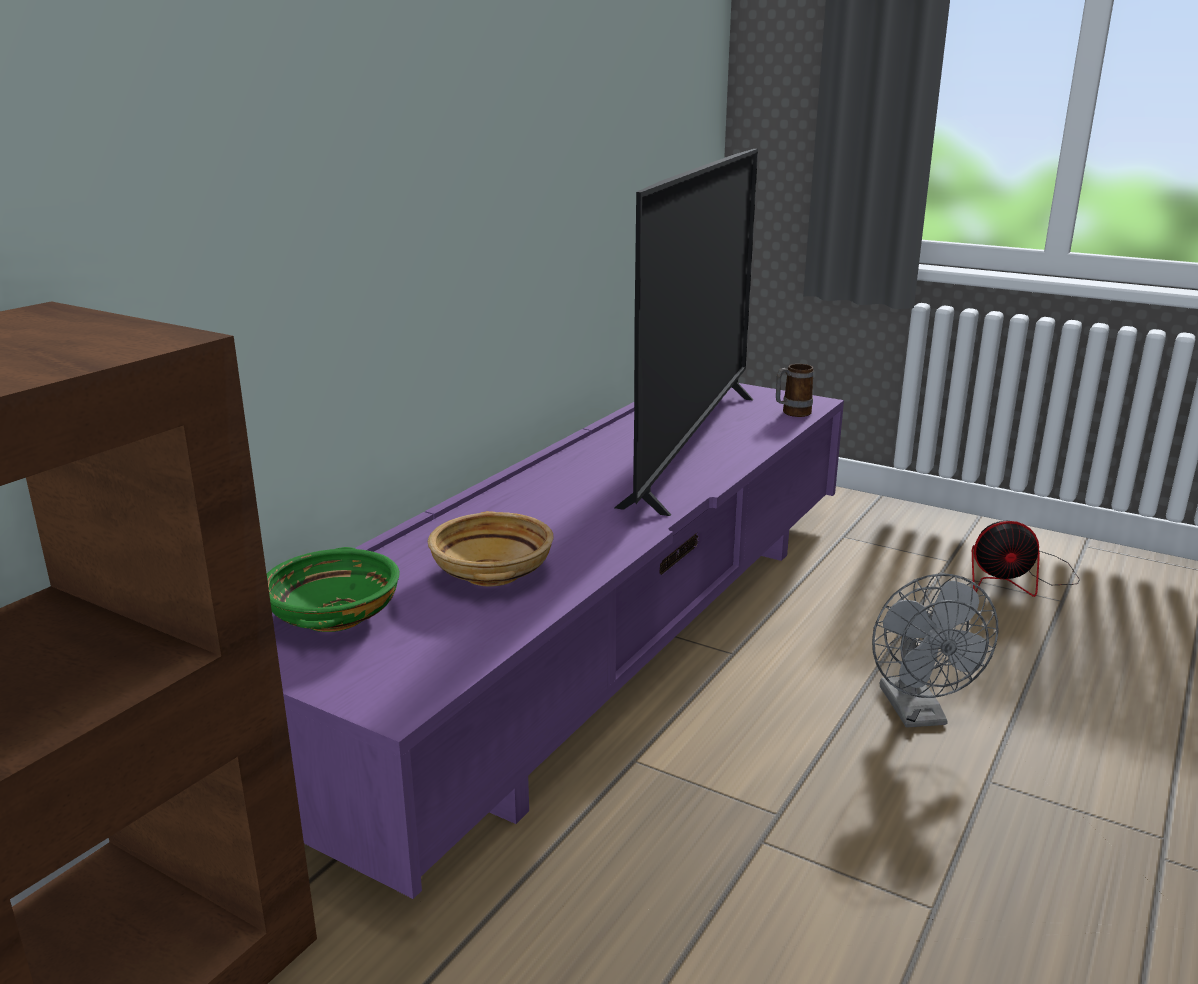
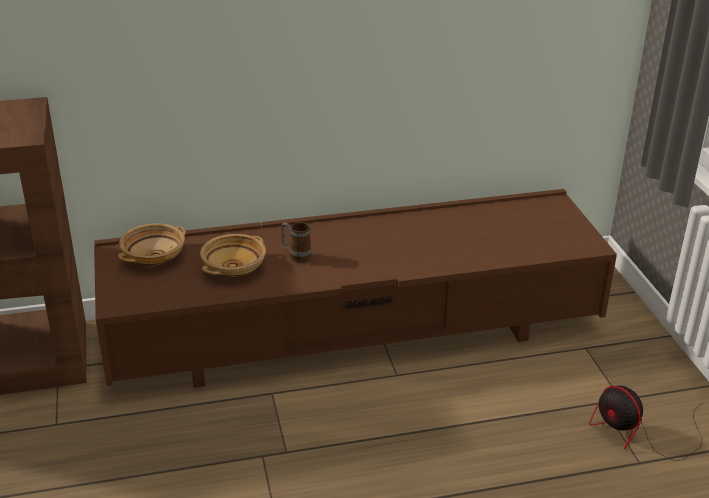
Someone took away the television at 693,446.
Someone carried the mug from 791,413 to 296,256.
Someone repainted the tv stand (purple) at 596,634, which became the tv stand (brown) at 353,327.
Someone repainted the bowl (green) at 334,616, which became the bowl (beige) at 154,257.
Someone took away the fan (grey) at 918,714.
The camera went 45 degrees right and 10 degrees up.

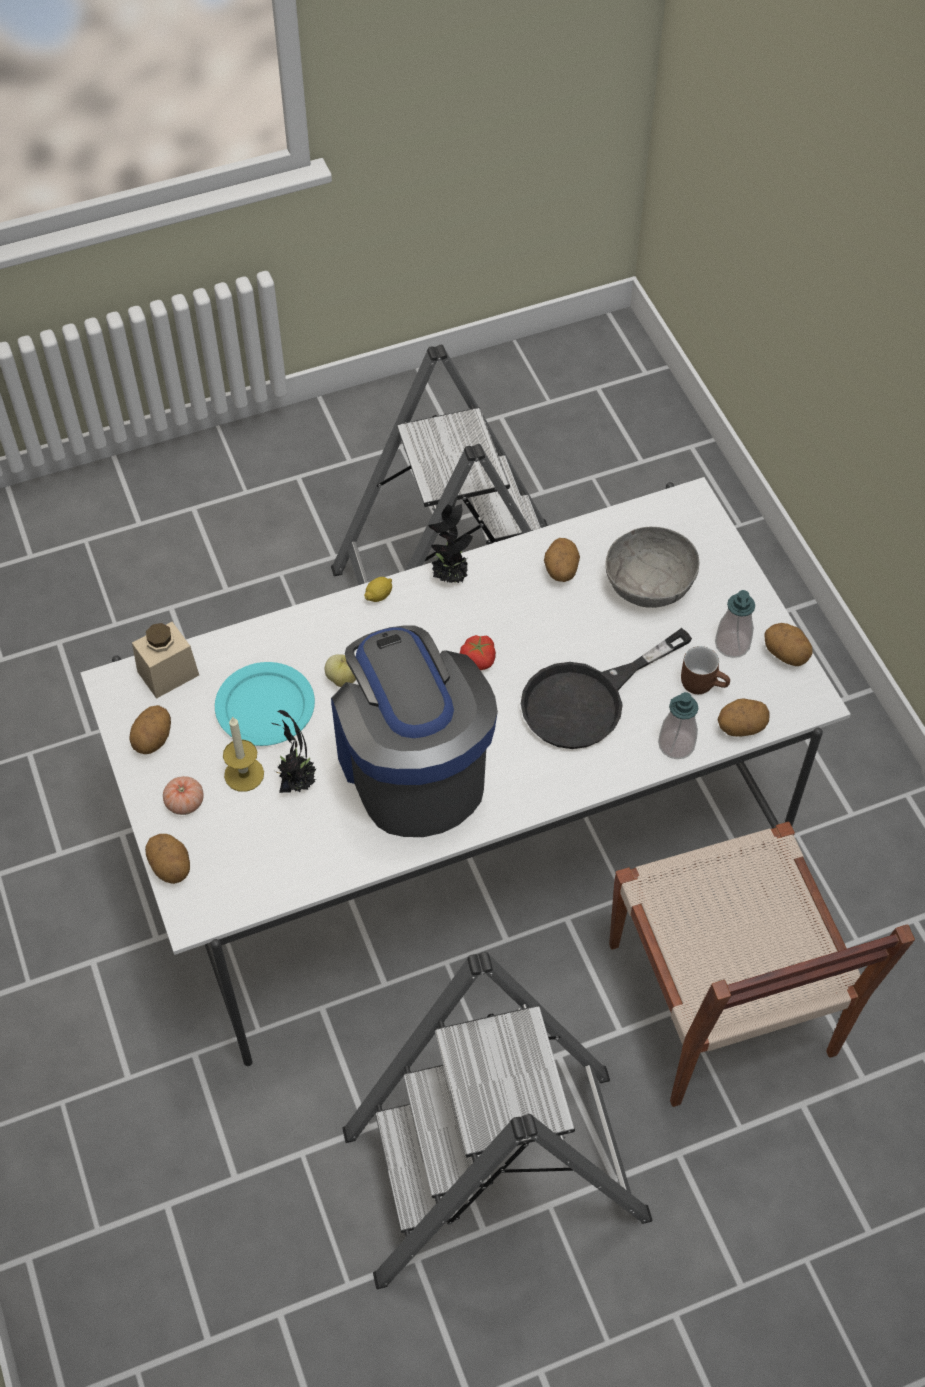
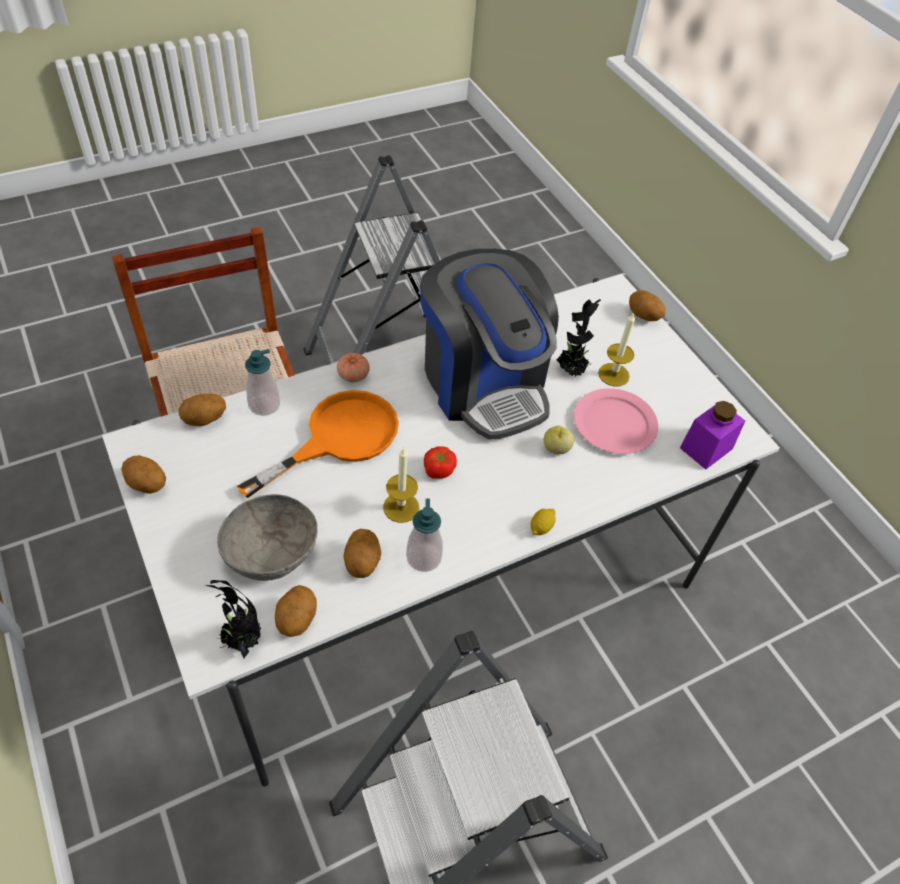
Someone carried the potted plant from 451,577 to 240,640.
Someone carried the soap dispenser from 732,644 to 424,557.
Someone repainted the jar (beige) at 168,673, which became the jar (purple) at 706,448.
Someone repainted the frying pan (black) at 587,700, which became the frying pan (orange) at 339,438.
Someone took away the mug (brown) at 703,682.
Someone repainted the plate (turquoise) at 265,706, which became the plate (pink) at 615,424.
Someone carried the potato from 153,740 to 296,619.
Someone carried the tomato from 185,802 to 353,375.
Someone put down the candle at 401,507.
The camera went 170 degrees right and 5 degrees down.

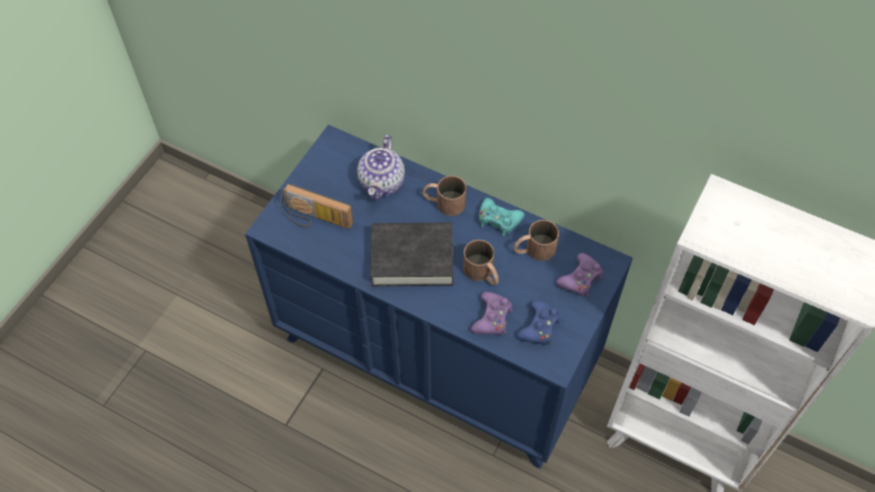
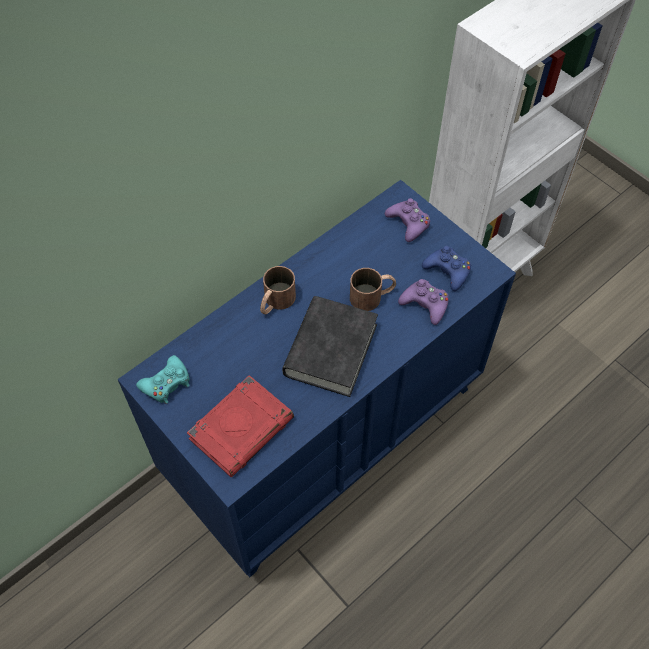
Someone took away the teapot at 382,183.
Someone swapped the radio at 315,219 for the book (red) at 242,428.
Someone carried the game controller (turquoise) from 498,220 to 166,383.
Someone took away the mug (brown) at 533,250.
The camera went 70 degrees left and 0 degrees up.

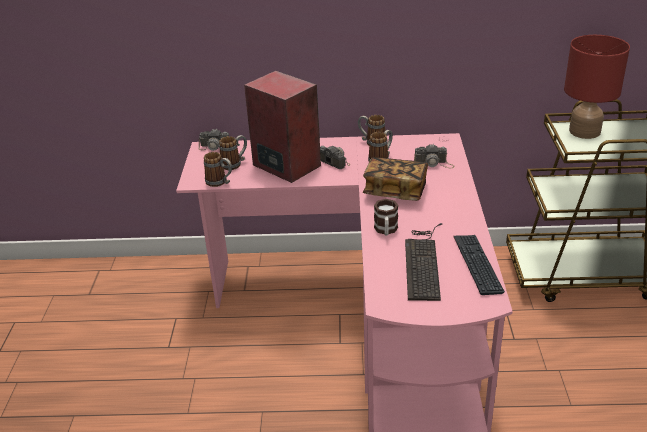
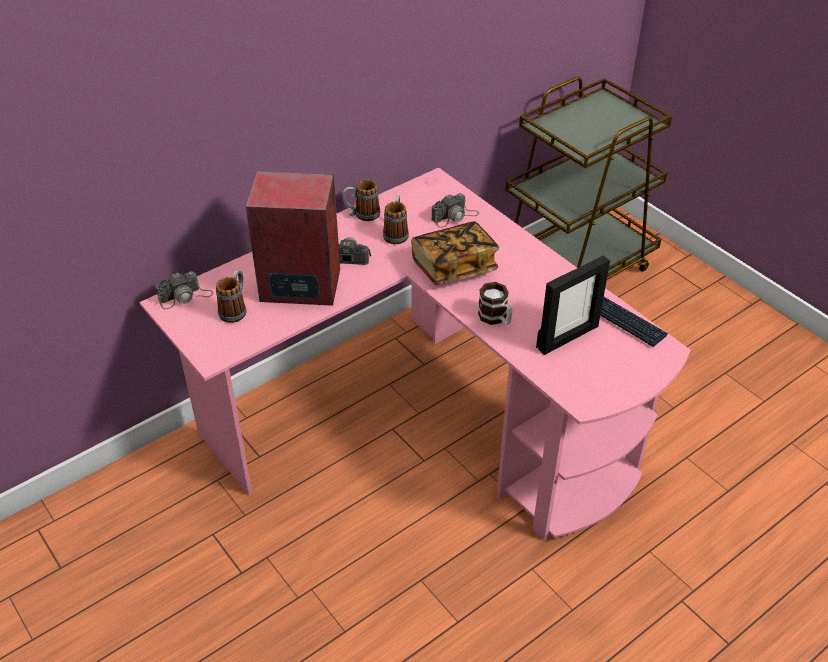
Someone took away the table lamp (red) at 585,131.
Someone took away the mug at 220,182.
Someone swapped the keyboard at 423,262 for the picture frame at 567,337.
The camera went 40 degrees left and 10 degrees up.

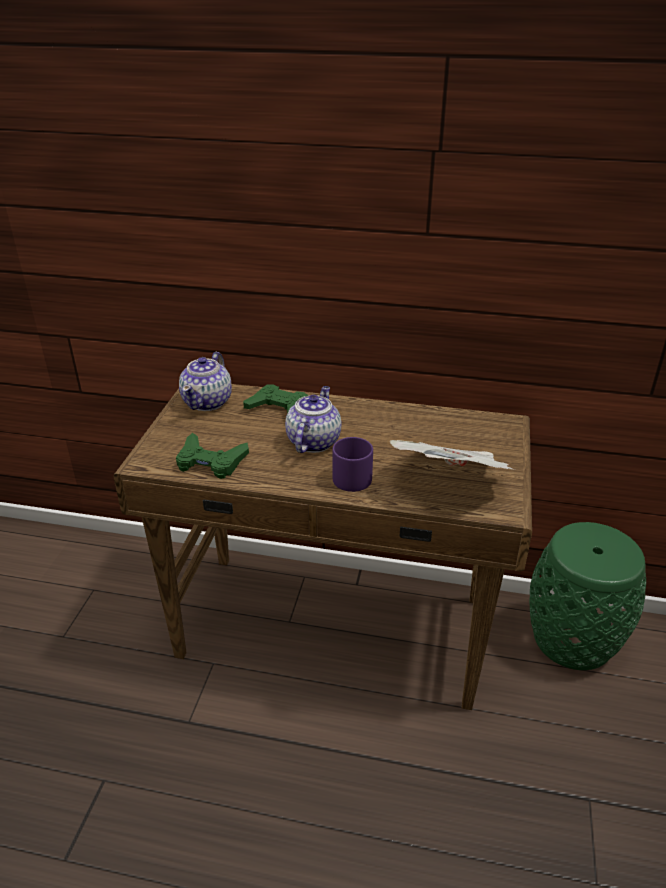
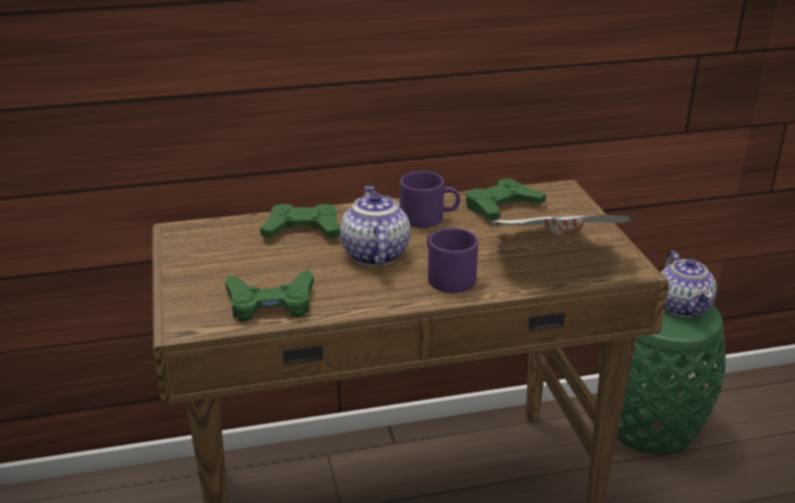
Someone carried the teapot from 208,402 to 683,306.
Someone put down the mug (purple) at 429,217.
Someone put down the game controller (green) at 502,206.
The camera went 25 degrees left and 5 degrees down.

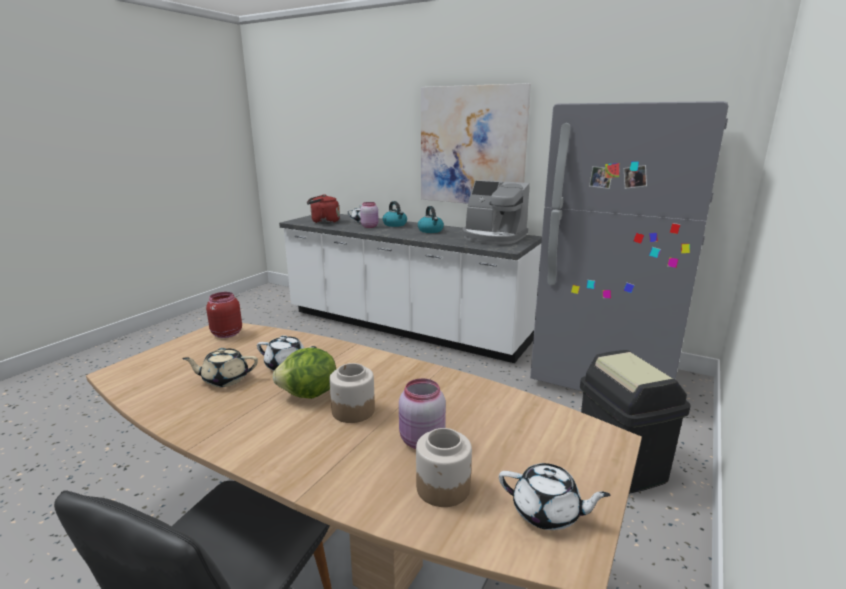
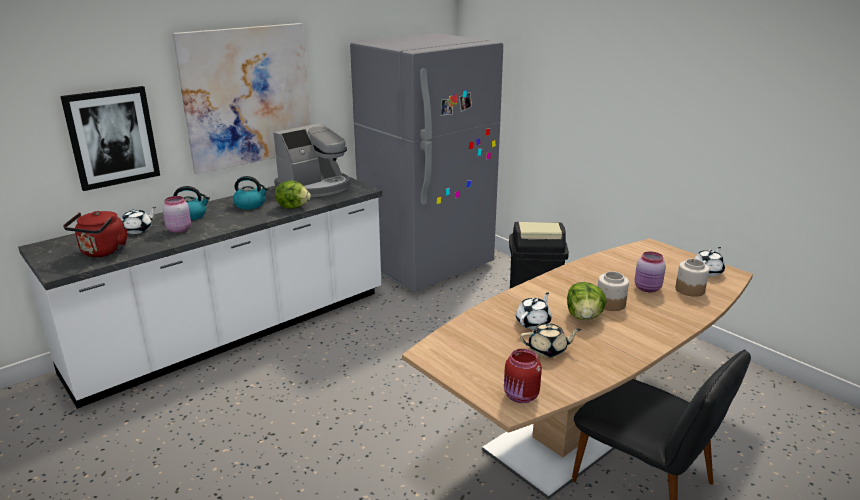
Someone carried the jar (red) from 226,334 to 521,396.
Someone rotated the teapot (beige) at 224,379 by 105 degrees counterclockwise.
Someone put up the picture at 112,137.
Someone put down the lettuce at 293,207.
The camera went 70 degrees left and 5 degrees up.

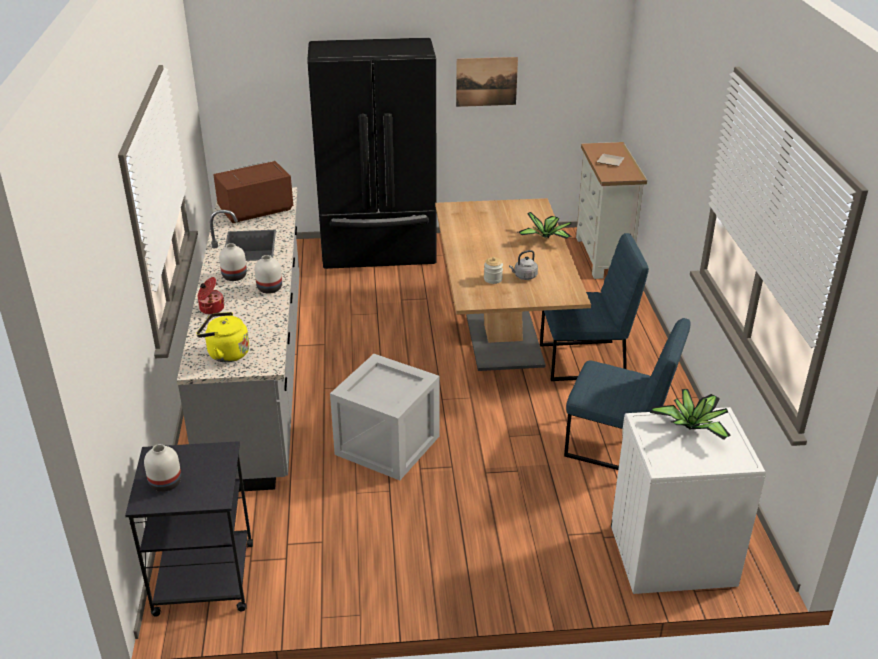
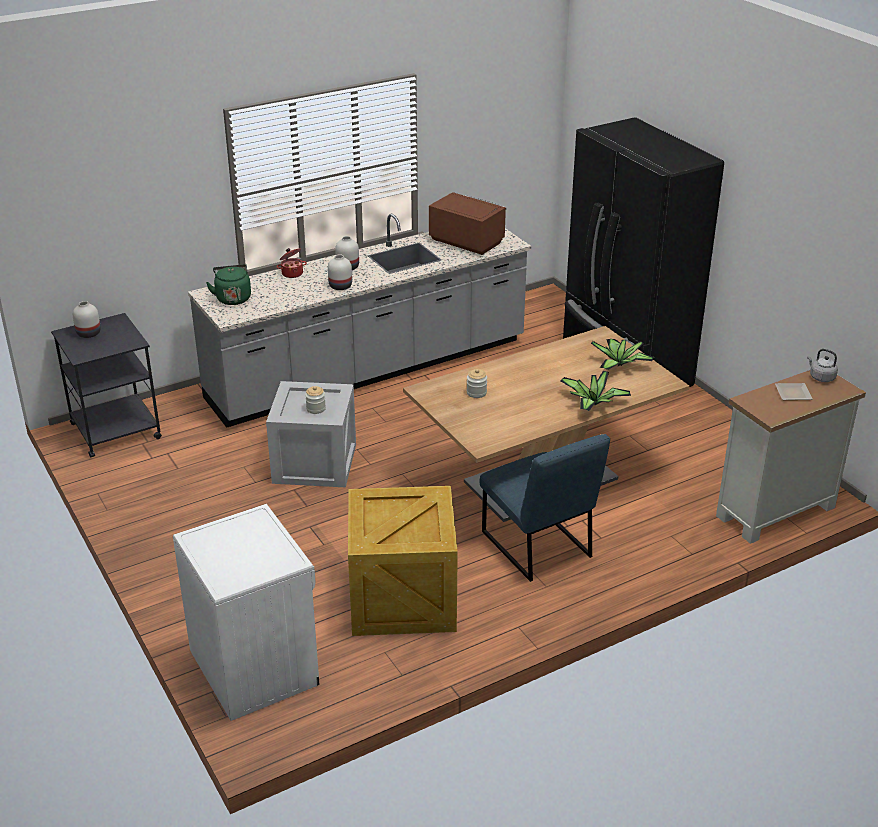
Someone took away the picture at 486,81.
Someone carried the kettle (grey) from 524,276 to 820,377.
Someone repainted the kettle (yellow) at 225,354, which became the kettle (green) at 233,298.
Someone swapped the chair (blue) at 617,446 for the crate at 401,599.
Someone carried the potted plant from 692,426 to 619,365.
Someone put down the jar at 316,409.
The camera went 65 degrees right and 0 degrees up.

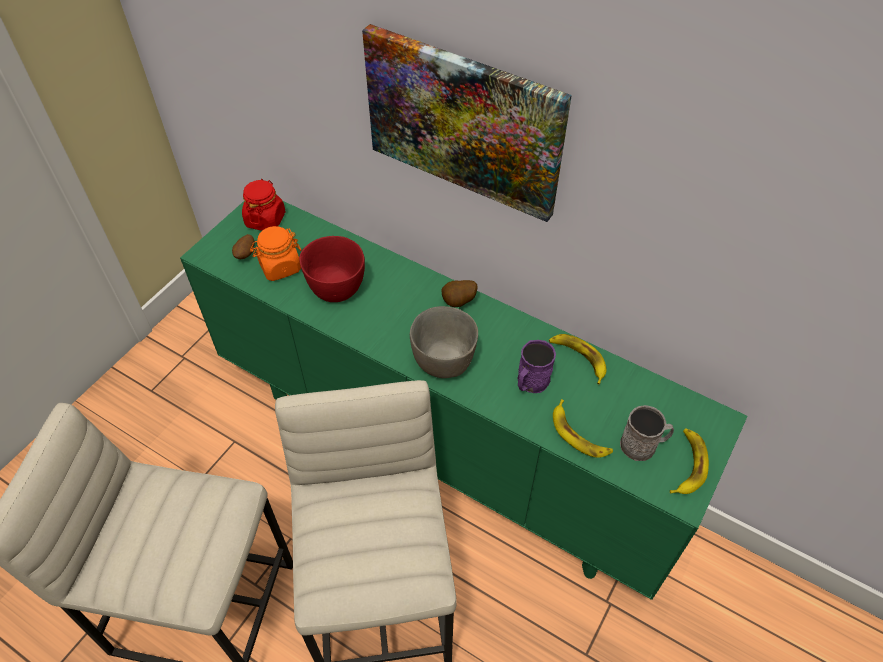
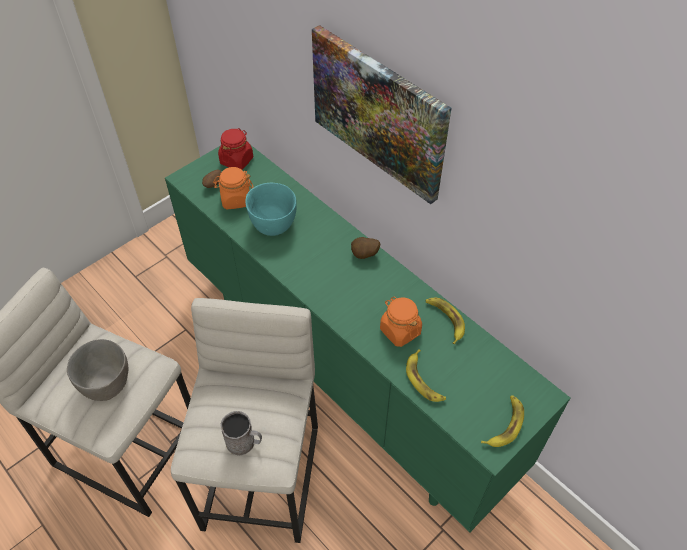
Someone repainted the bowl (red) at 336,288, which became the bowl (turquoise) at 273,225.
Someone carried the bowl (grey) from 444,359 to 107,382.
Someone swapped the mug (purple) at 530,382 for the jar (orange) at 400,331.
Someone carried the mug (grey) from 643,445 to 244,442.
The camera went 15 degrees right and 0 degrees up.

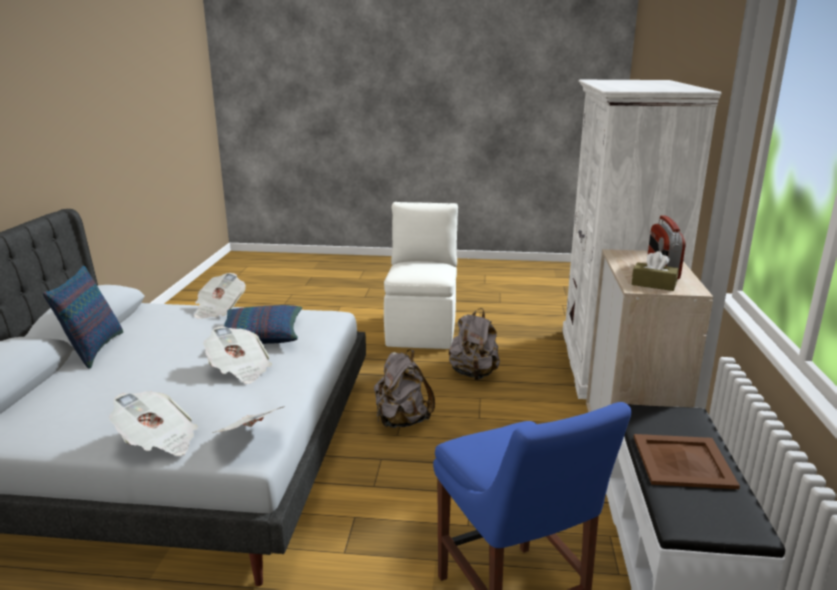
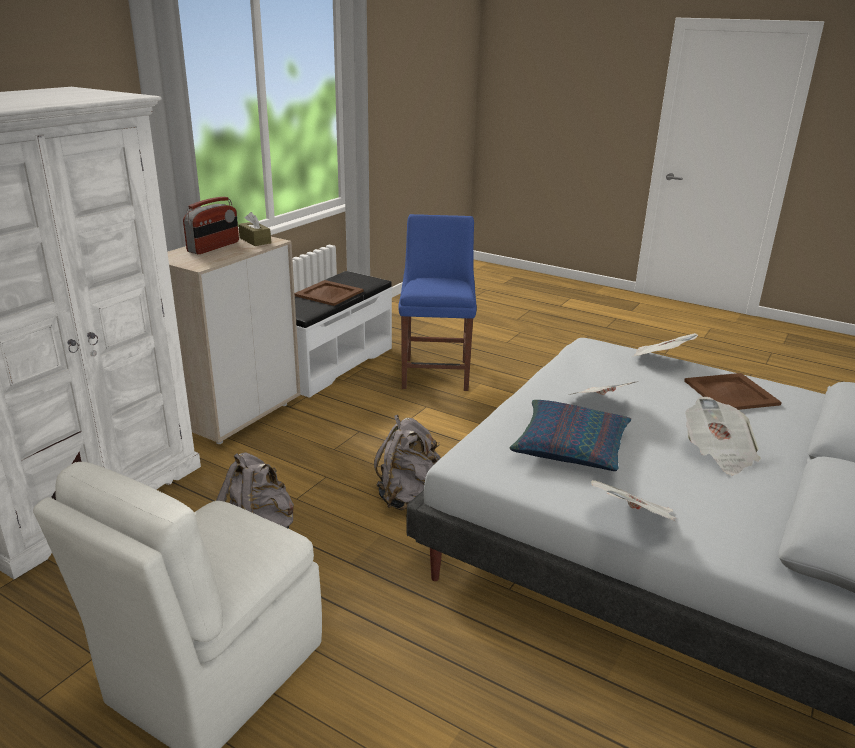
Someone took away the pillow (blue) at 94,350.
Someone carried the newspaper from 250,437 to 718,453.
Someone put down the tray (brown) at 732,393.
The camera went 155 degrees left and 5 degrees up.

